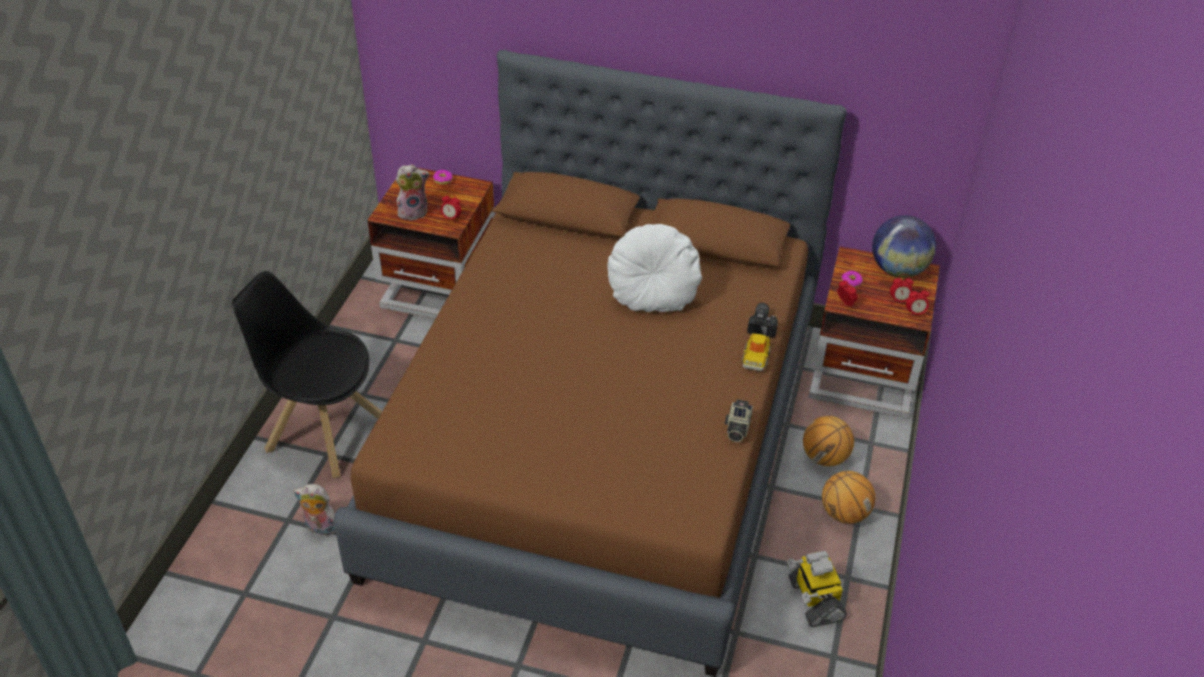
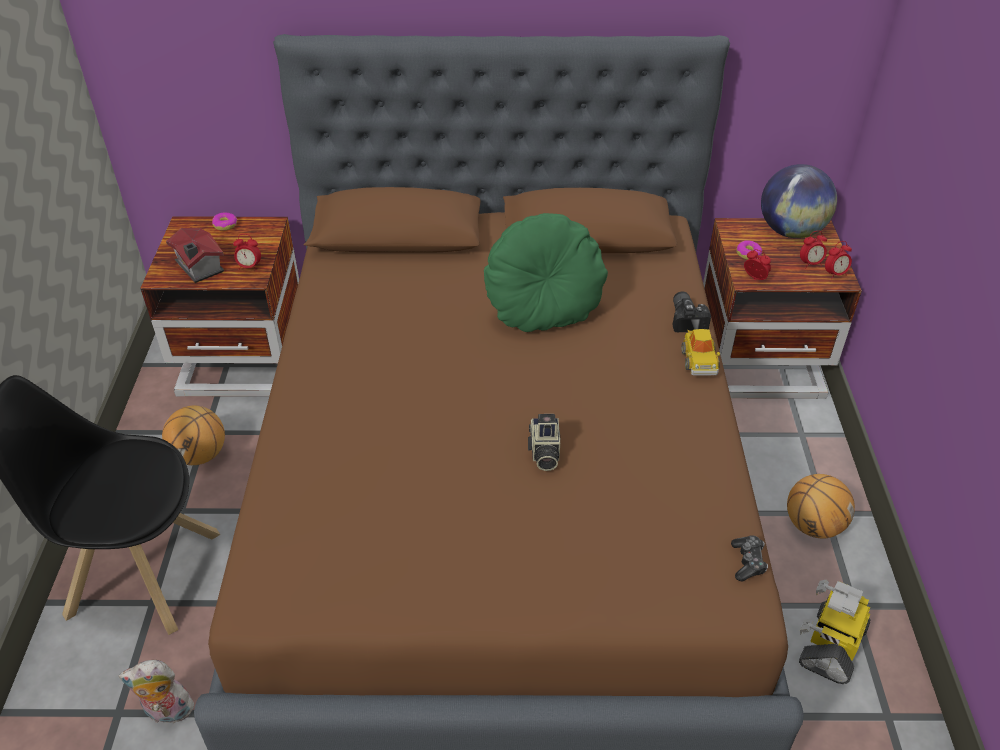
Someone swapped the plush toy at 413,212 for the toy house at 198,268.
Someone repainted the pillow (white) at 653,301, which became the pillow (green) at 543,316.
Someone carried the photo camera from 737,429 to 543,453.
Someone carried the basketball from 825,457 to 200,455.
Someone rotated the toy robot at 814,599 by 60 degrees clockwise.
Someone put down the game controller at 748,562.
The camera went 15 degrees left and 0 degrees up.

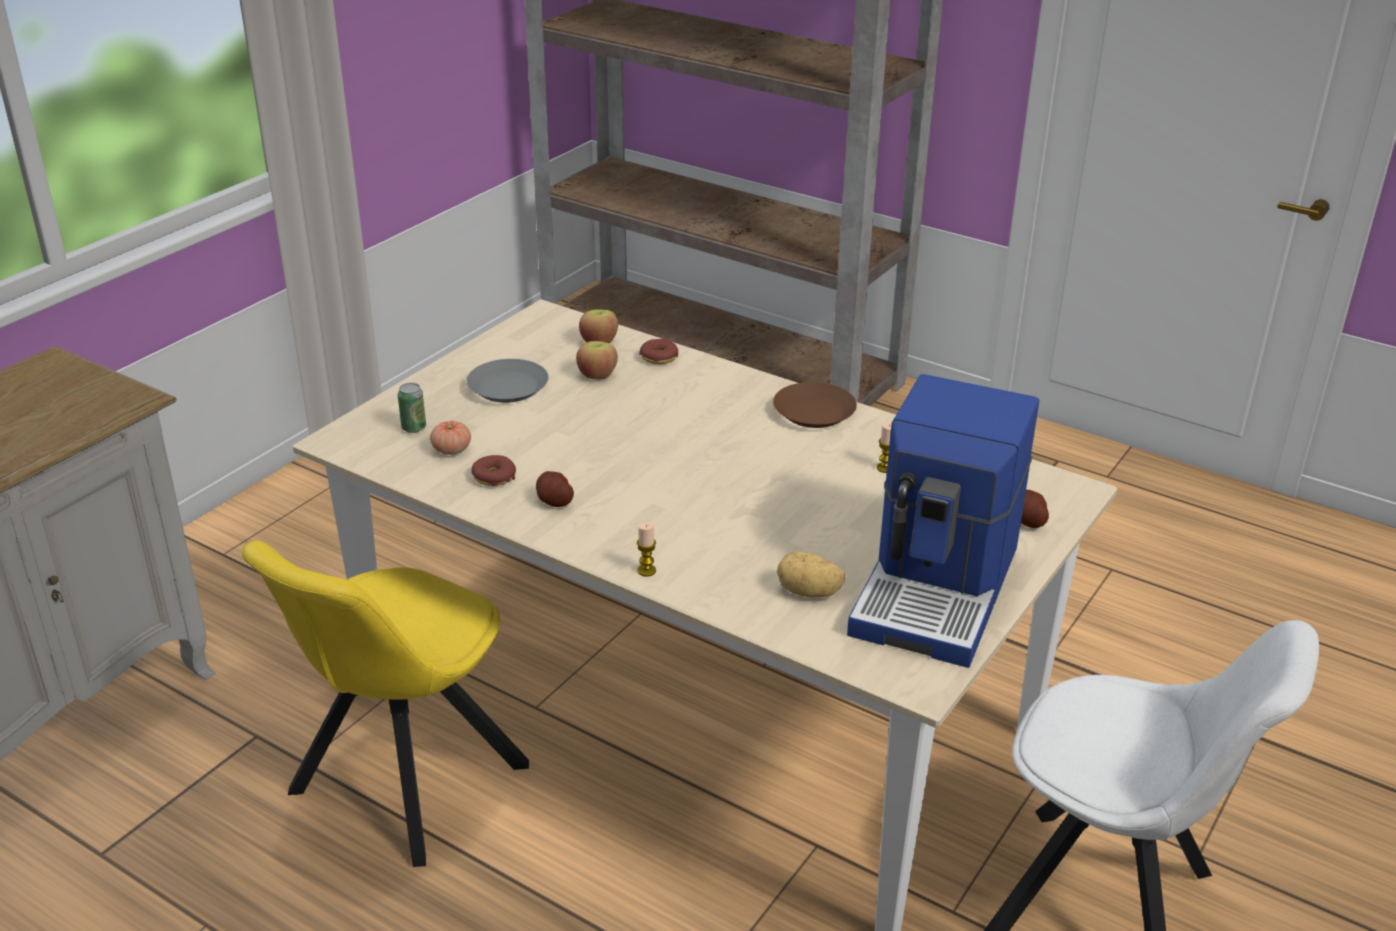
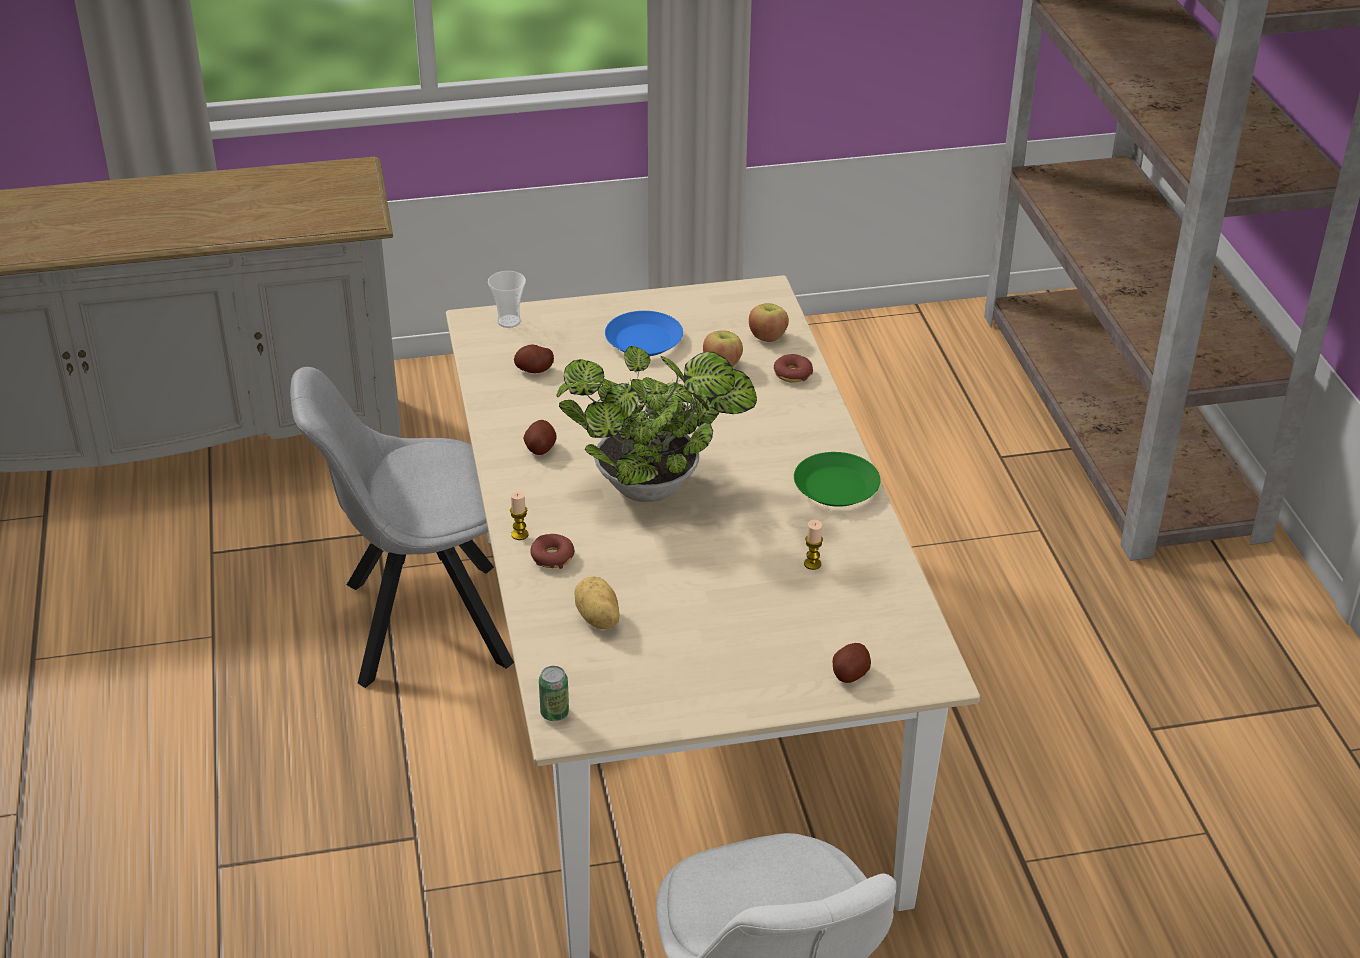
Someone repainted the plate (grey) at 509,388, which became the plate (blue) at 644,341.
Someone took away the coffee machine at 939,589.
Someone repainted the plate (brown) at 814,413, which became the plate (green) at 835,487.
Someone carried the can from 414,428 to 554,713.
Someone swapped the tomato at 451,450 for the potato at 534,370.
Someone carried the donut from 494,477 to 552,557.
Someone repainted the chair (yellow) at 405,782, which became the chair (grey) at 421,624.
Someone put down the cup at 509,321.
Someone put down the potted plant at 655,487.
The camera went 45 degrees right and 5 degrees up.

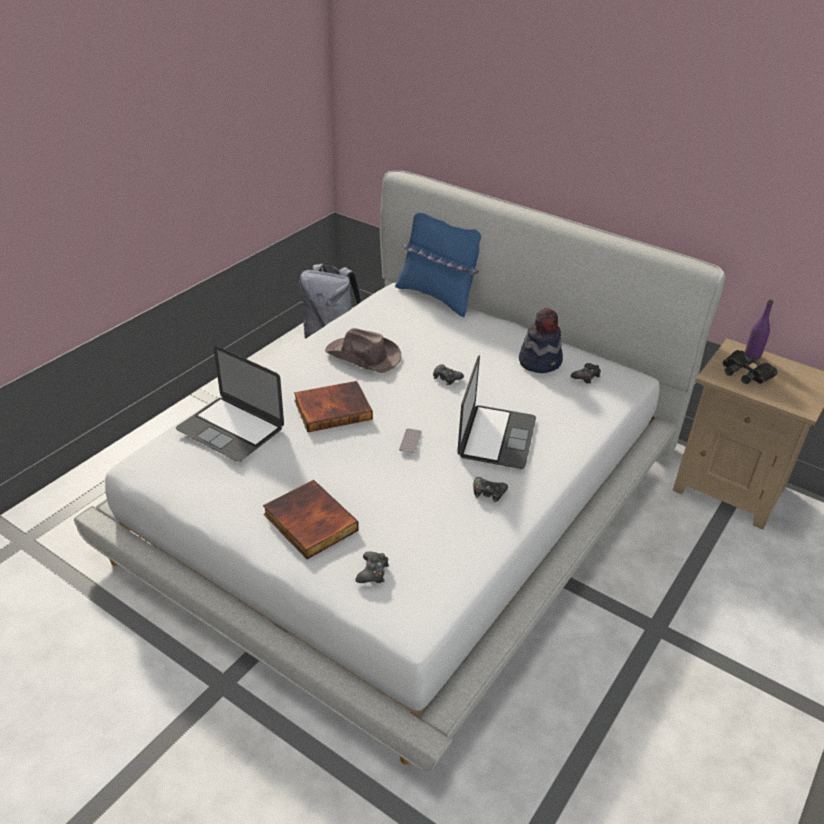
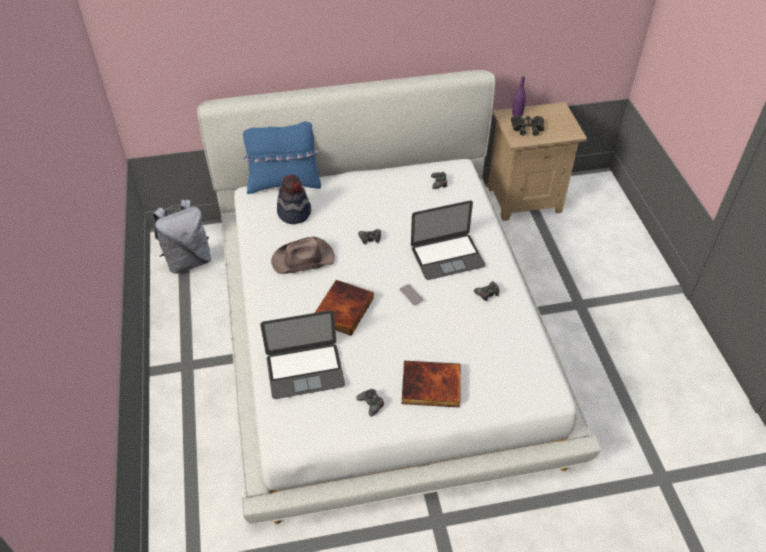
Someone carried the hat from 540,361 to 294,212.
Someone rotated the laptop at 496,436 by 105 degrees clockwise.
Someone carried the game controller (black) from 373,572 to 371,403.
The camera went 45 degrees left and 10 degrees up.

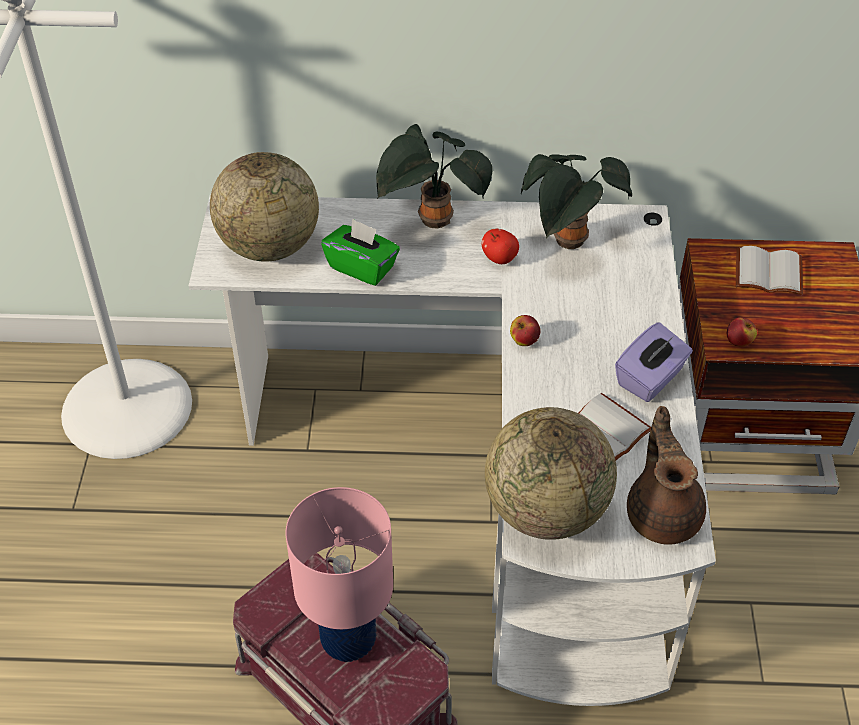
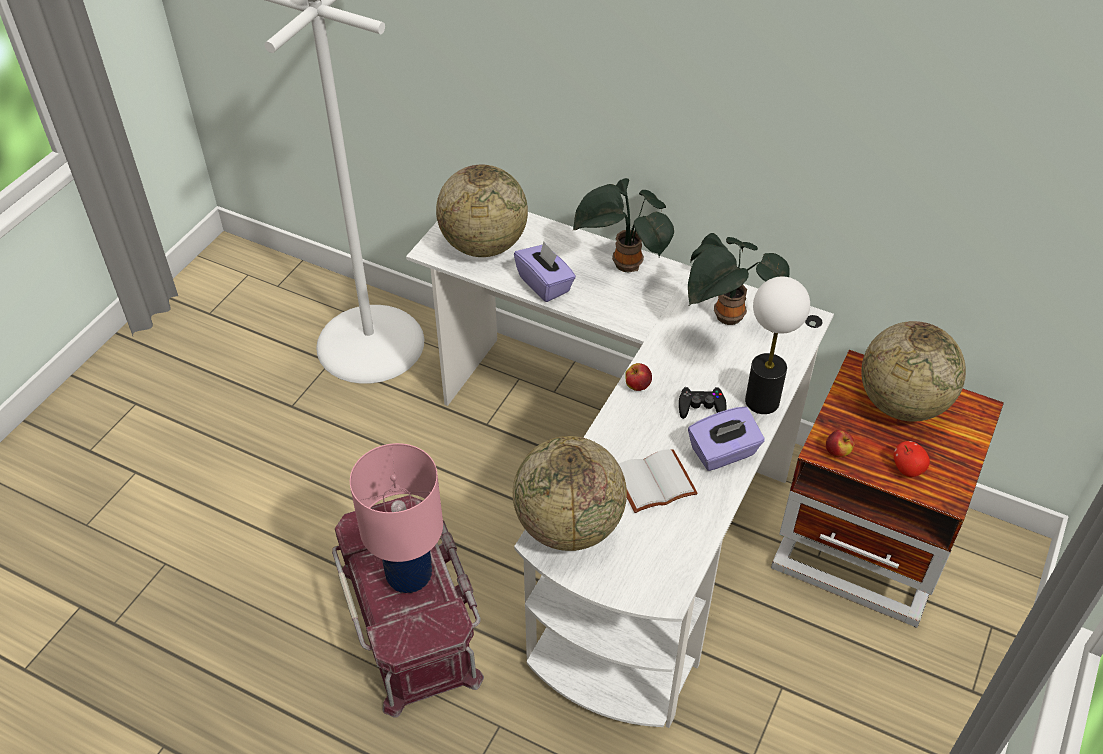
Someone repainted the tissue box (green) at 362,267, which became the tissue box (purple) at 545,284.
Someone carried the apple from 499,258 to 907,469.
Someone swapped the book (white) at 767,274 for the globe at 901,403.
Someone took away the teapot (brown) at 663,513.
Someone put down the table lamp at 762,401.
Someone put down the game controller (black) at 701,407.
The camera went 25 degrees right and 0 degrees up.

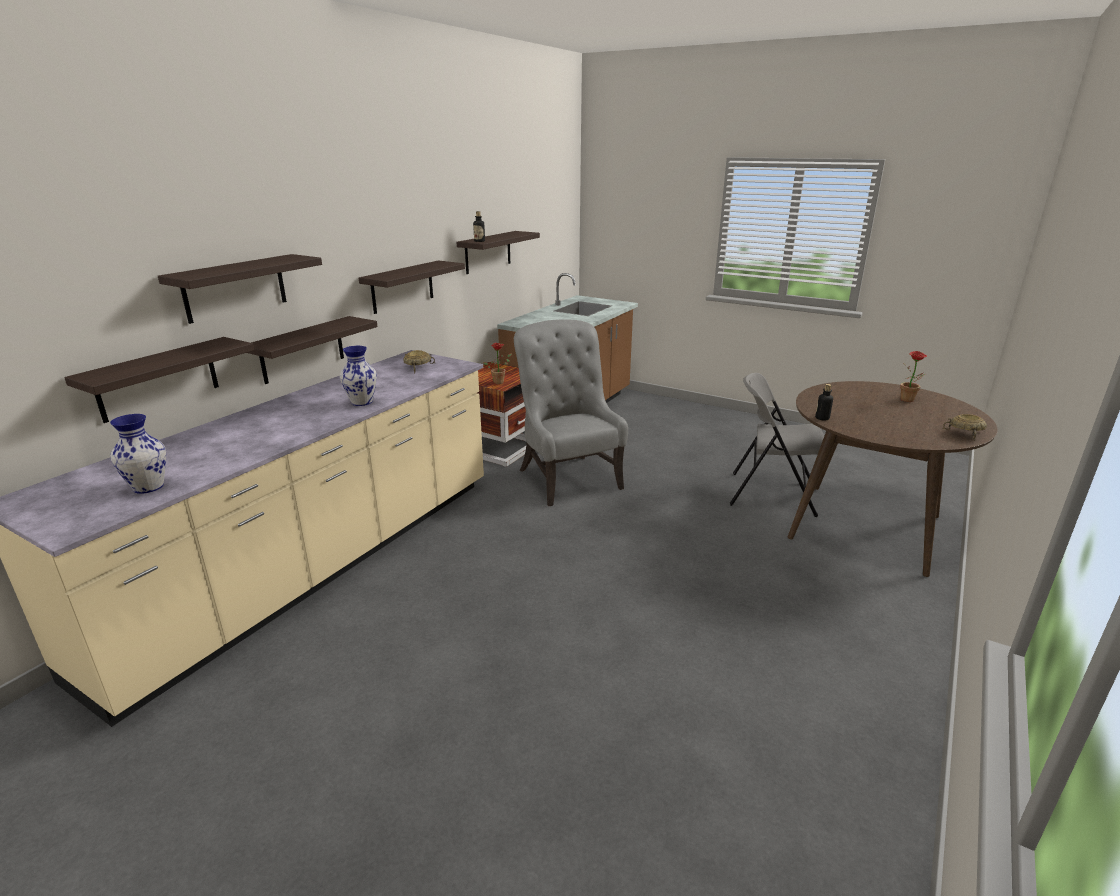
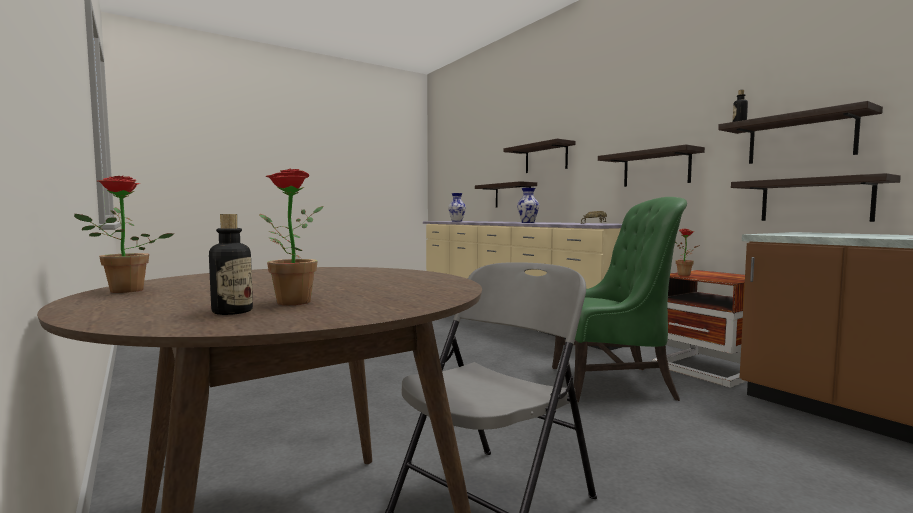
Someone carried the shelf from 302,350 to 815,200.
Someone repainted the chair (grey) at 568,479, which became the chair (green) at 613,383.
Someone carried the bottle from 822,418 to 232,311.
Someone swapped the bowl (beige) at 966,434 for the potted plant at 123,291.
The camera went 115 degrees right and 20 degrees down.

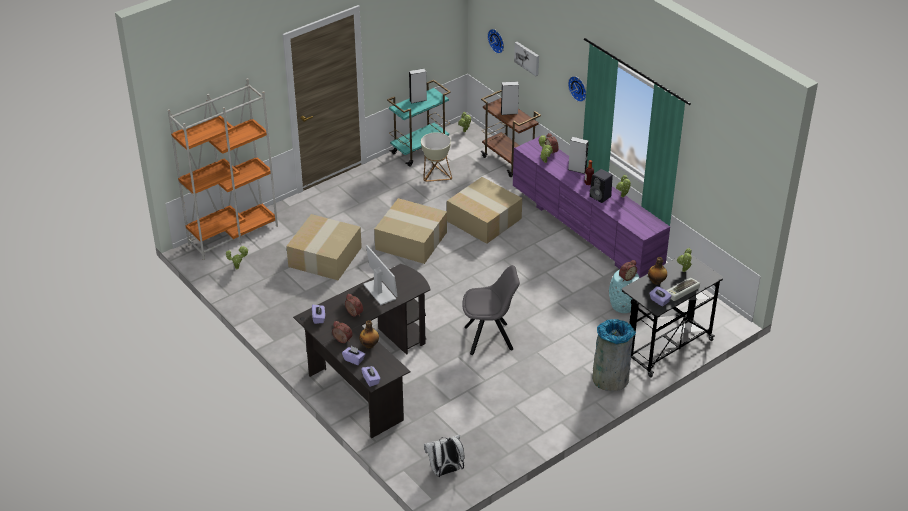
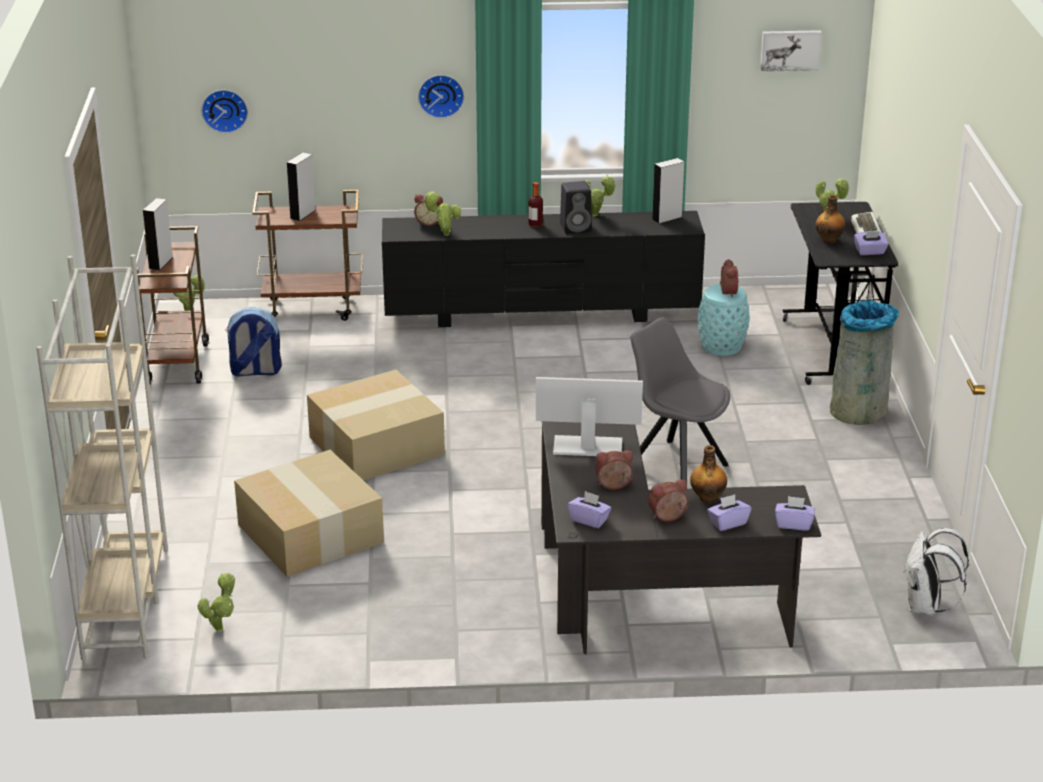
Someone carried the picture from 527,58 to 790,50.
Someone repainted the bookcase (orange) at 233,235, which became the bookcase (beige) at 126,601.
Someone repainted the cart (turquoise) at 420,151, which became the cart (brown) at 178,362.
Someone swapped the planter at 436,175 for the backpack at 255,371.
Someone repainted the cabinet (purple) at 586,232, which became the cabinet (black) at 541,315.
Someone carried the speaker (grey) from 577,170 to 667,218.
Someone took away the cardboard box at 482,220.
Someone rotated the chair (grey) at 489,338 by 75 degrees counterclockwise.
The camera went 55 degrees left and 10 degrees down.

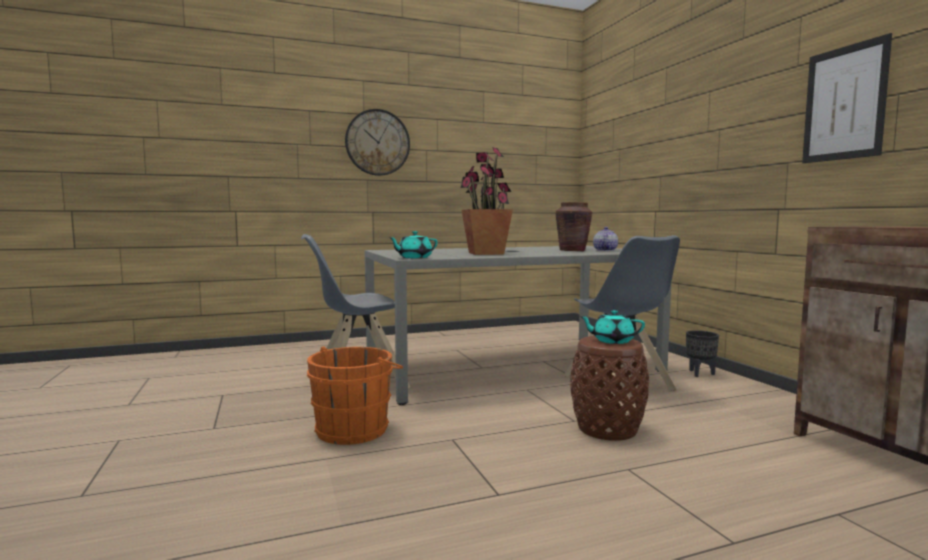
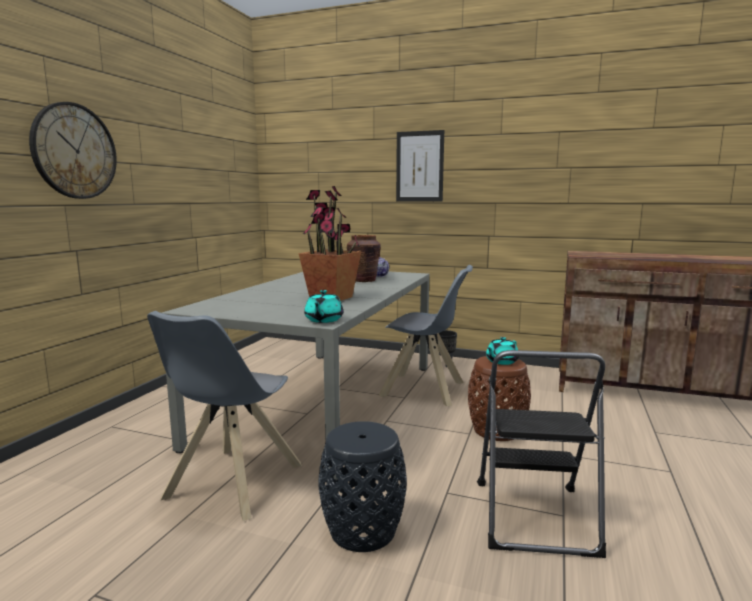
Someone carried the picture from 844,103 to 419,166.
Someone swapped the bucket (orange) at 355,428 for the stool (black) at 362,531.
Someone put down the step ladder (black) at 534,519.
The camera went 50 degrees left and 5 degrees up.

